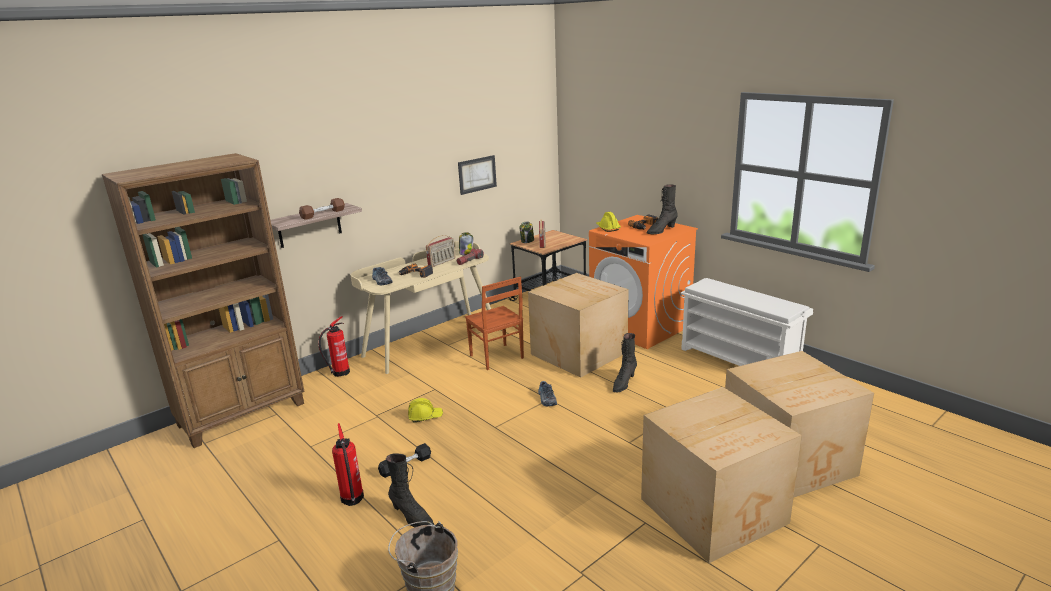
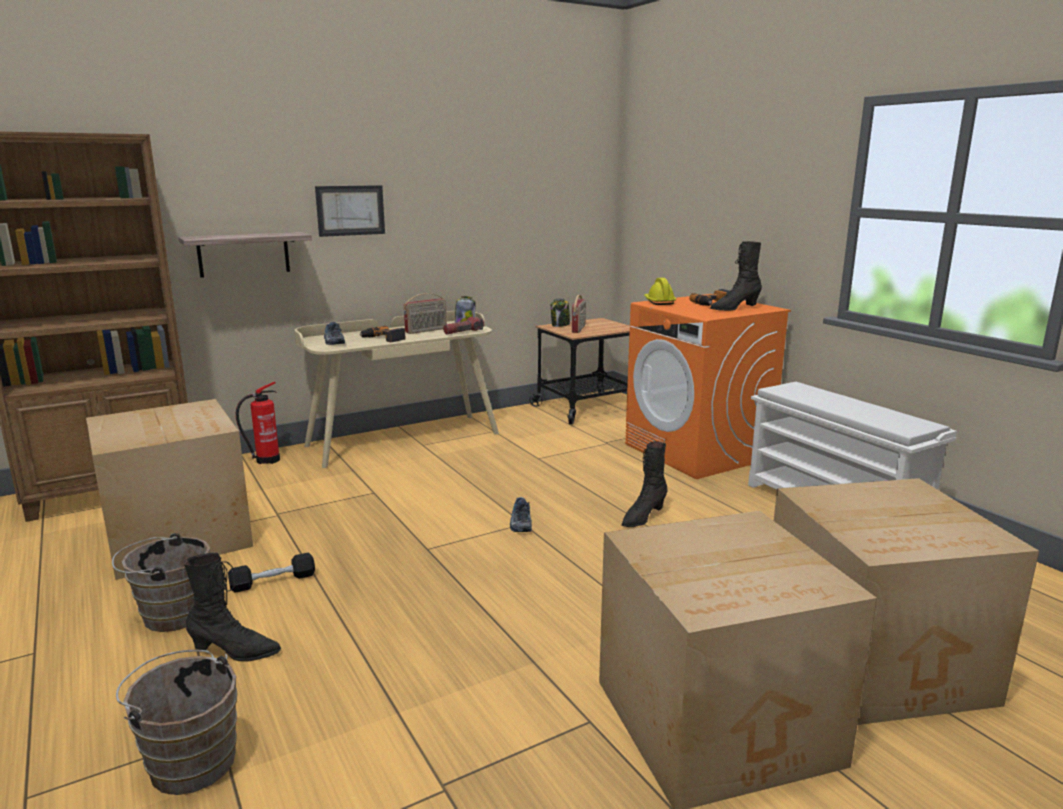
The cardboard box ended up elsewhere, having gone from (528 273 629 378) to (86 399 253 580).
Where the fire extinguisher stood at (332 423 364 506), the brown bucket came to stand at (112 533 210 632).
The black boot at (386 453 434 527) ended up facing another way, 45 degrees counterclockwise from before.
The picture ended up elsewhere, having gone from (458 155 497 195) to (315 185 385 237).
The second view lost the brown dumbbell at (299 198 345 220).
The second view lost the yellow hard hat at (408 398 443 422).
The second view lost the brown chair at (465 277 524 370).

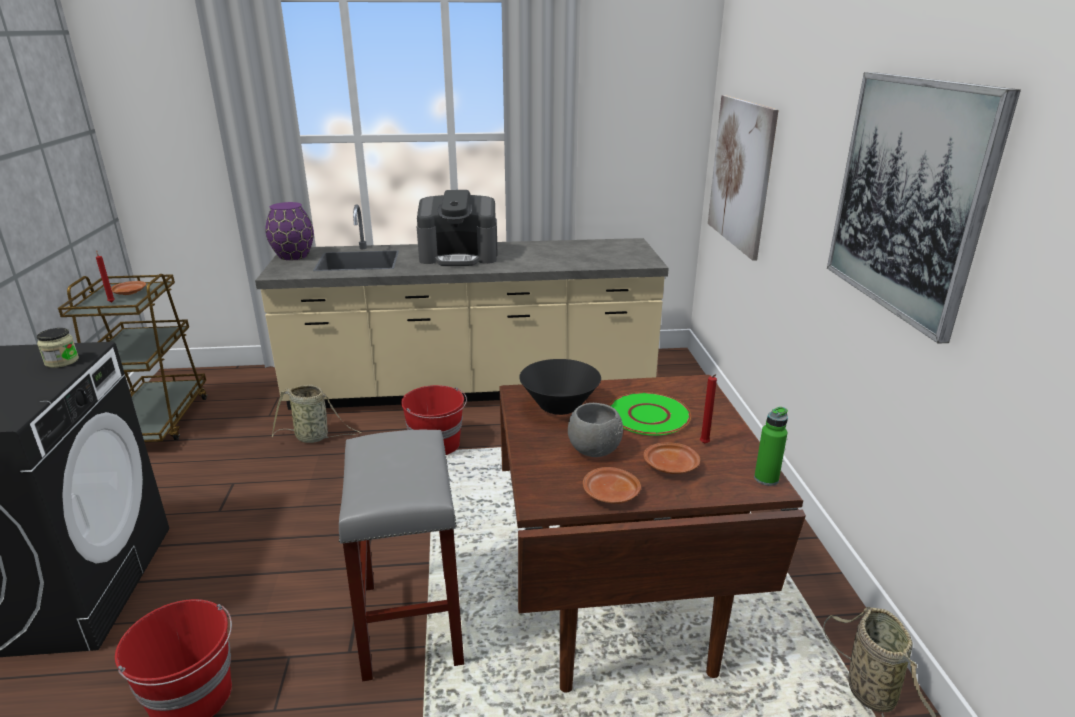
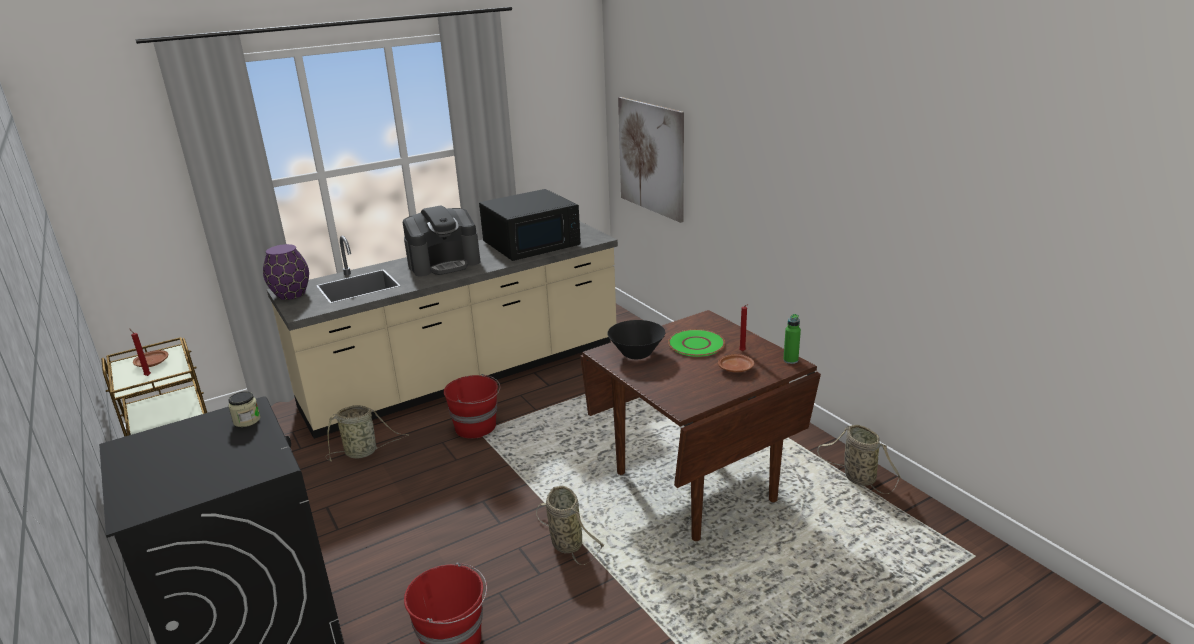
The second view gained the black microwave at (479 189 581 261).
Where the grey stool stood at (339 430 464 681), the basket came to stand at (536 486 604 565).
The second view lost the grey bowl at (568 403 623 457).
The second view lost the brown plate at (583 467 641 504).
The second view lost the picture at (827 72 1021 344).

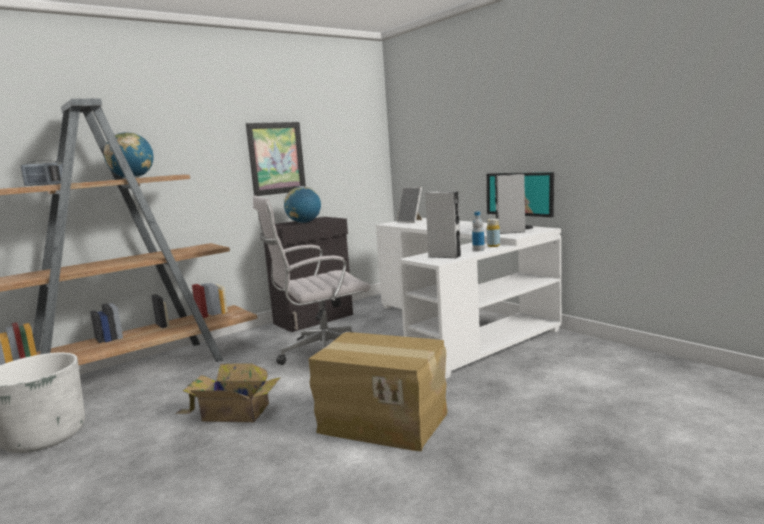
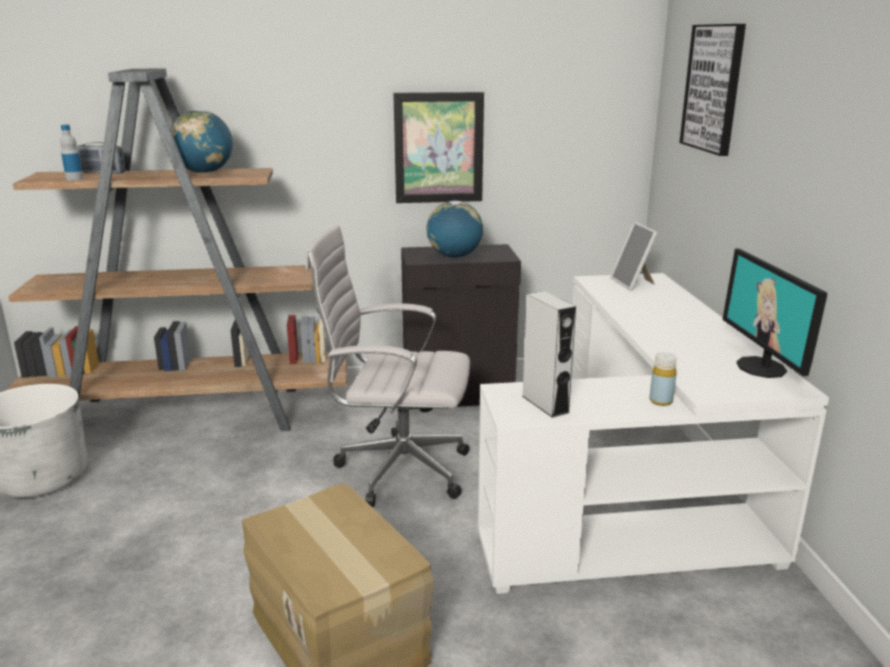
The bottle ended up elsewhere, having gone from (472 211 485 251) to (60 125 83 181).
The second view gained the picture at (679 24 746 156).
The second view lost the cardboard box at (176 363 281 422).
The second view lost the grey speaker at (495 174 525 234).

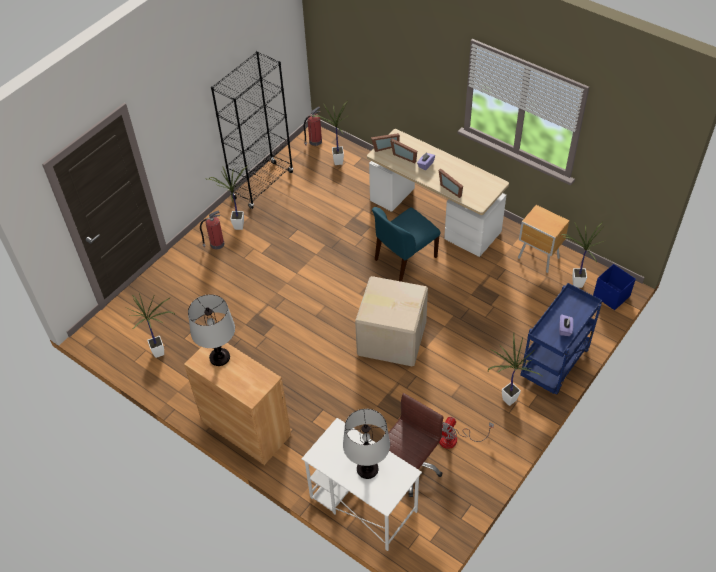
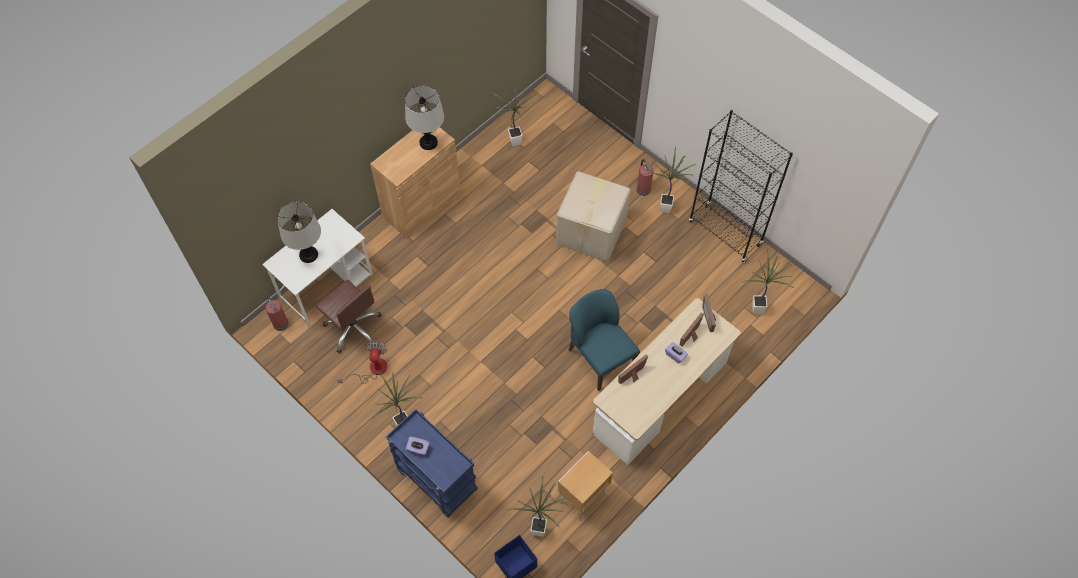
The fire extinguisher ended up elsewhere, having gone from (304 106 322 146) to (265 296 289 331).
The fan at (439 417 494 449) ended up facing another way, 60 degrees clockwise from before.
The cardboard box ended up elsewhere, having gone from (355 276 428 366) to (556 171 630 261).

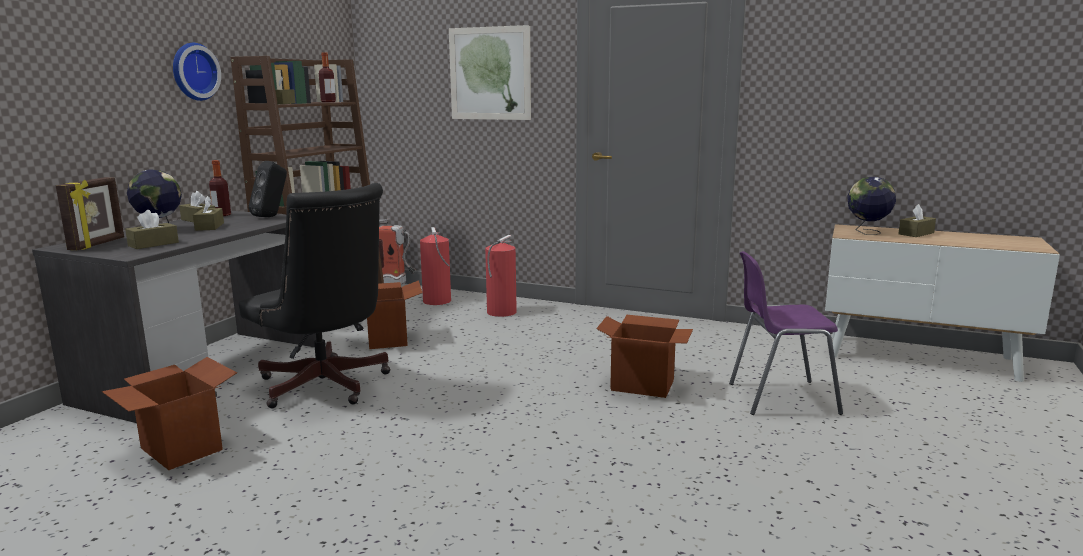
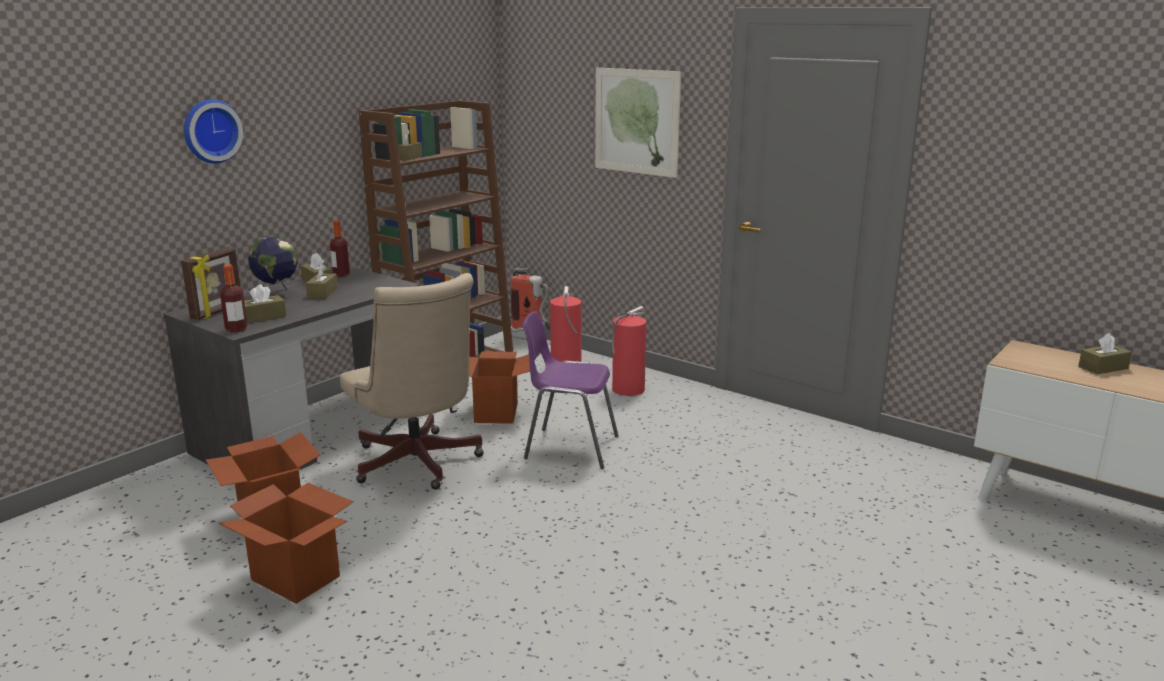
The wall clock ended up elsewhere, having gone from (173 43 221 101) to (184 99 243 163).
The cardboard box ended up elsewhere, having gone from (596 315 693 398) to (219 483 354 604).
The bottle ended up elsewhere, having gone from (319 52 336 102) to (220 264 248 332).
What was the black office chair at (239 183 391 408) turned into the beige office chair at (340 273 484 490).
The purple chair ended up elsewhere, having gone from (729 251 843 415) to (522 311 619 469).
The second view lost the black speaker at (249 161 287 217).
The second view lost the globe at (847 177 896 235).

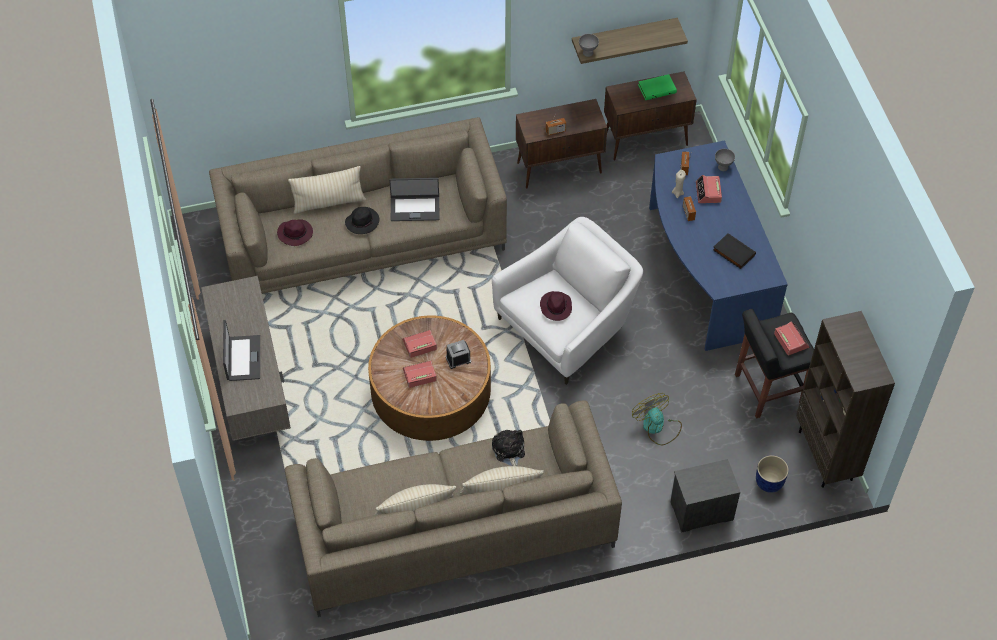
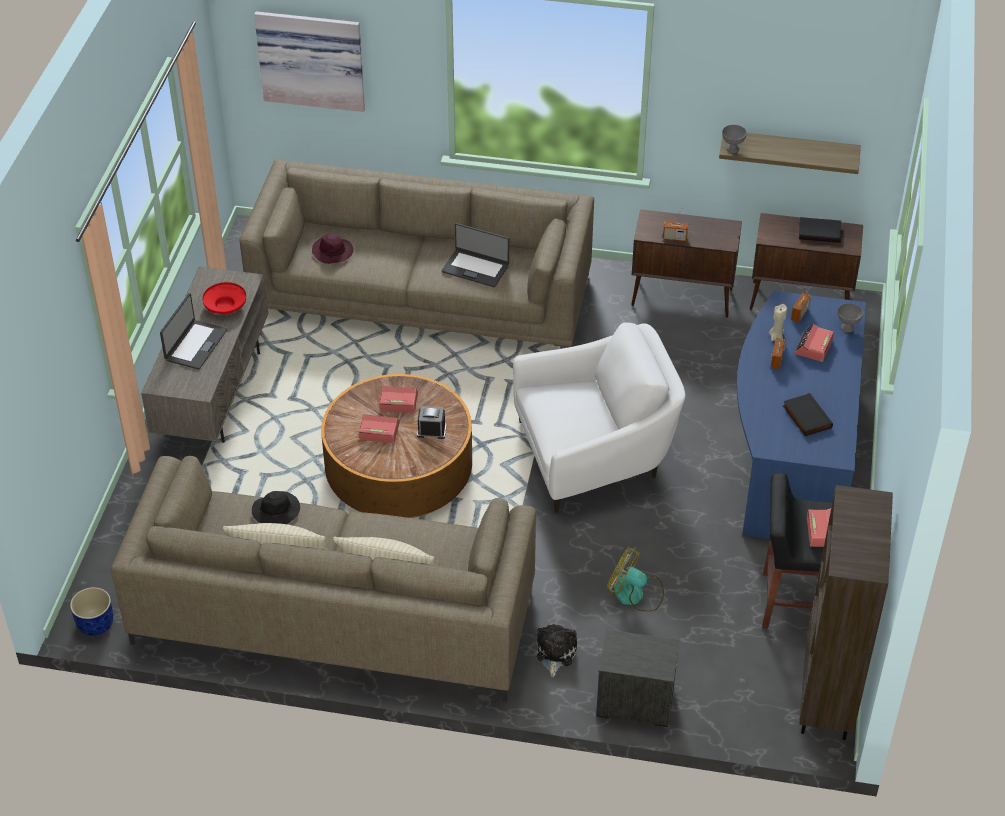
The blue planter ended up elsewhere, having gone from (756 455 789 493) to (70 587 113 636).
The second view gained the red bowl at (202 282 246 315).
The black hat ended up elsewhere, having gone from (345 207 380 234) to (252 491 300 524).
The second view gained the picture at (254 11 365 112).
The plush toy ended up elsewhere, having gone from (492 430 525 466) to (536 624 577 677).
The fan at (632 393 682 445) ended up facing another way, 60 degrees counterclockwise from before.
What was the green book at (638 74 677 100) turned into the black book at (799 217 841 243).
The second view lost the beige pillow at (288 166 366 214).
The second view lost the purple hat at (540 291 572 321).

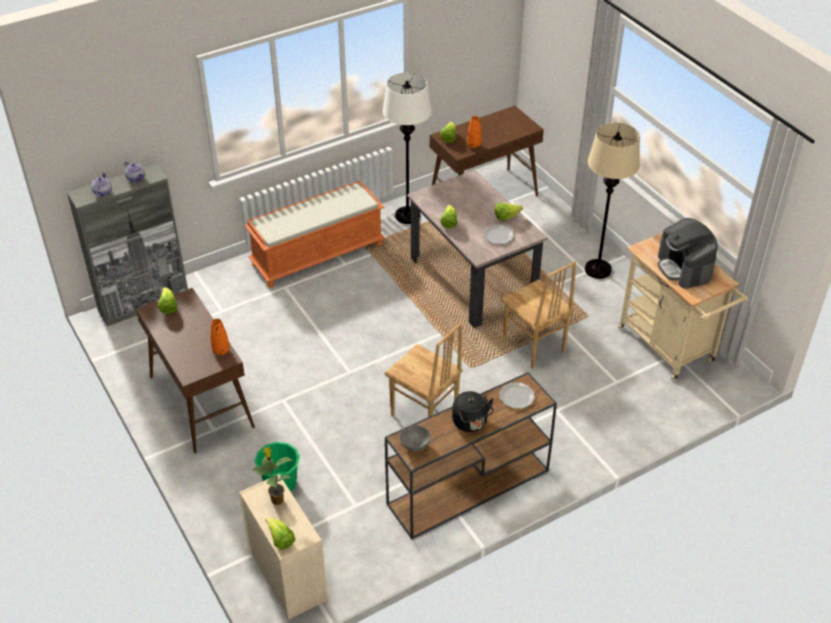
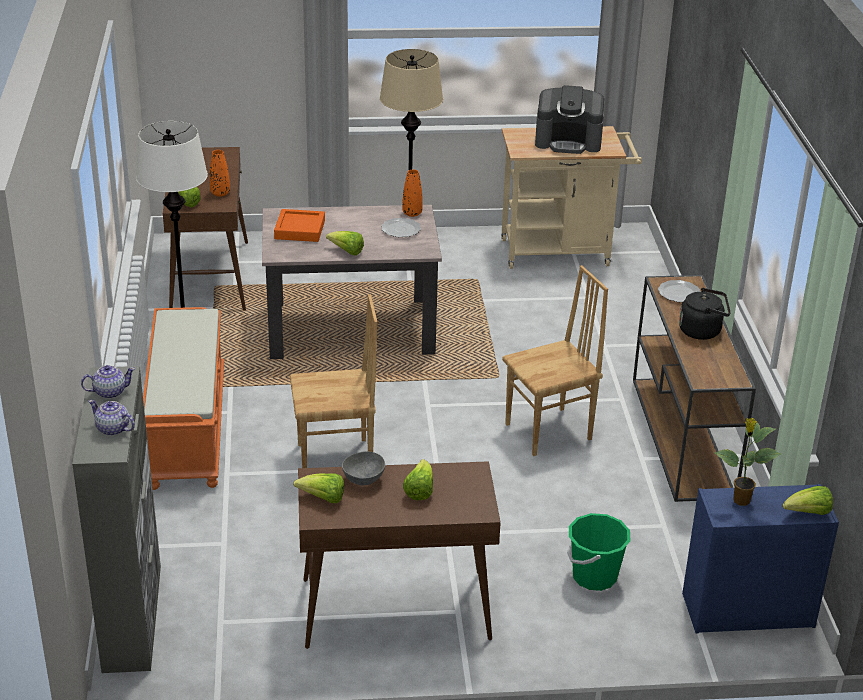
The second view gained the orange tray at (274 209 325 242).
The brown chair ended up elsewhere, having gone from (501 262 576 369) to (290 294 377 468).
The grey bowl ended up elsewhere, having gone from (400 425 431 451) to (342 451 385 486).
The orange vase ended up elsewhere, having gone from (210 319 230 355) to (402 170 423 217).
The lettuce ended up elsewhere, having gone from (495 203 523 221) to (403 459 433 500).
What was the beige dresser at (239 474 328 620) turned into the blue dresser at (682 484 839 634).

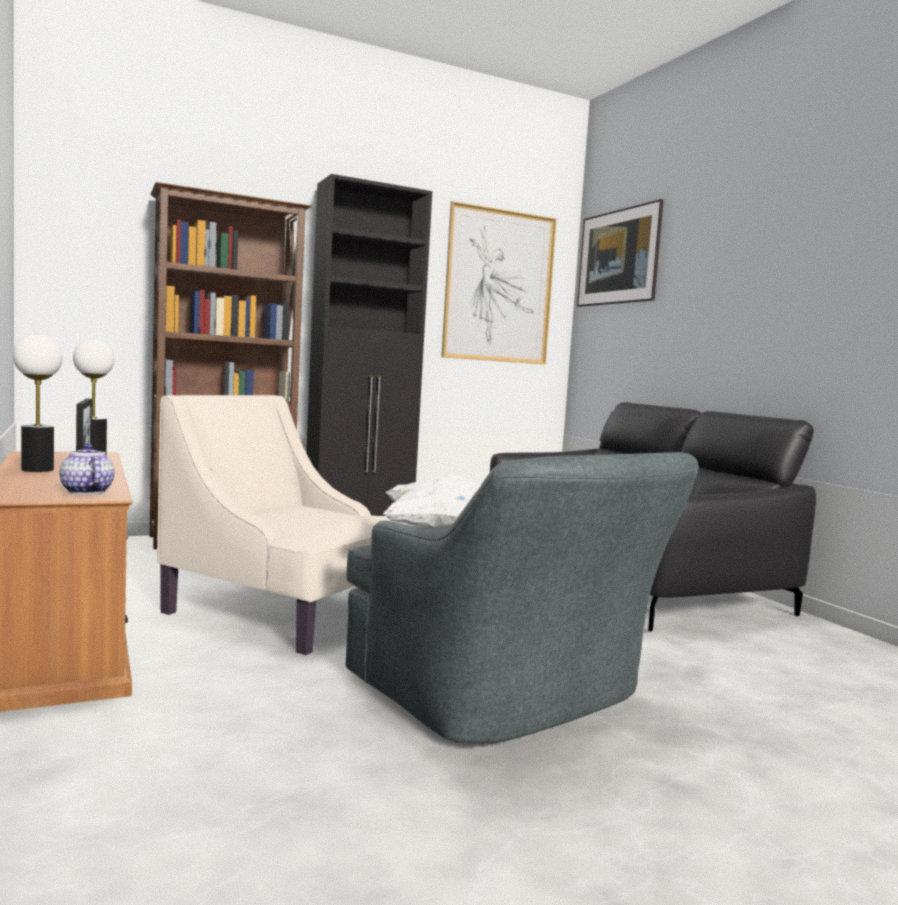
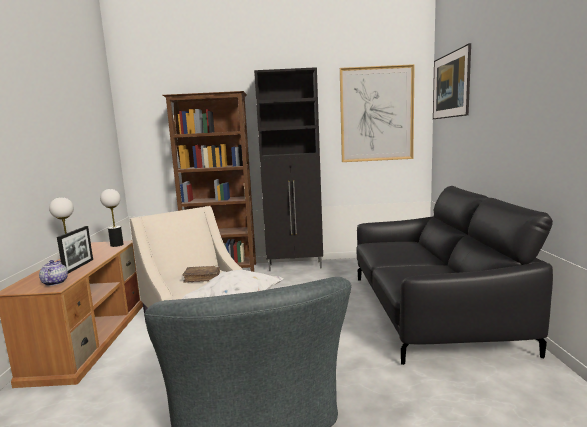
The second view gained the brown book at (182 266 220 283).

